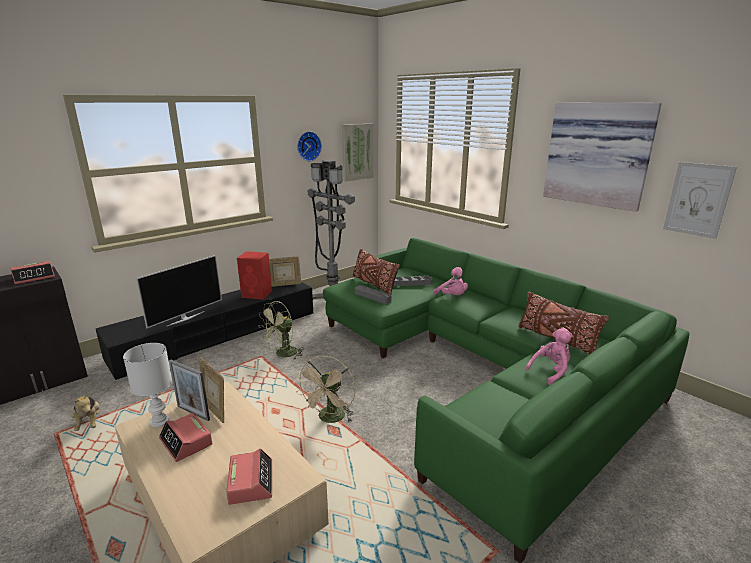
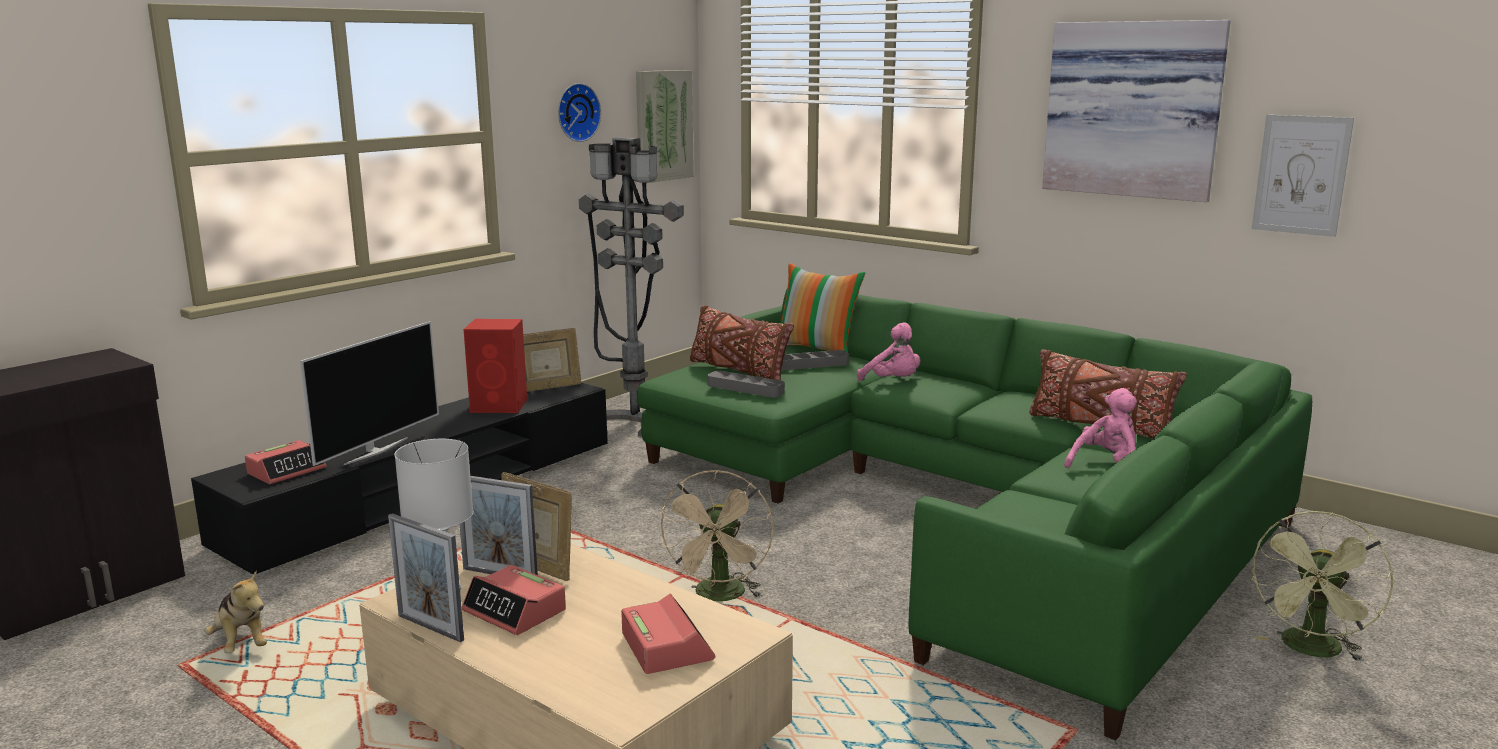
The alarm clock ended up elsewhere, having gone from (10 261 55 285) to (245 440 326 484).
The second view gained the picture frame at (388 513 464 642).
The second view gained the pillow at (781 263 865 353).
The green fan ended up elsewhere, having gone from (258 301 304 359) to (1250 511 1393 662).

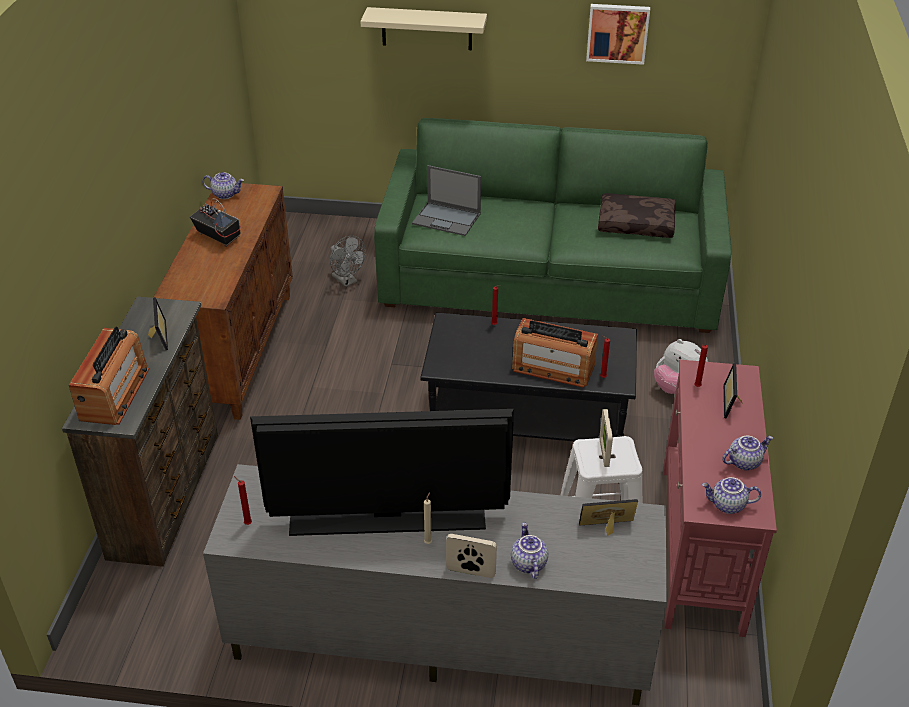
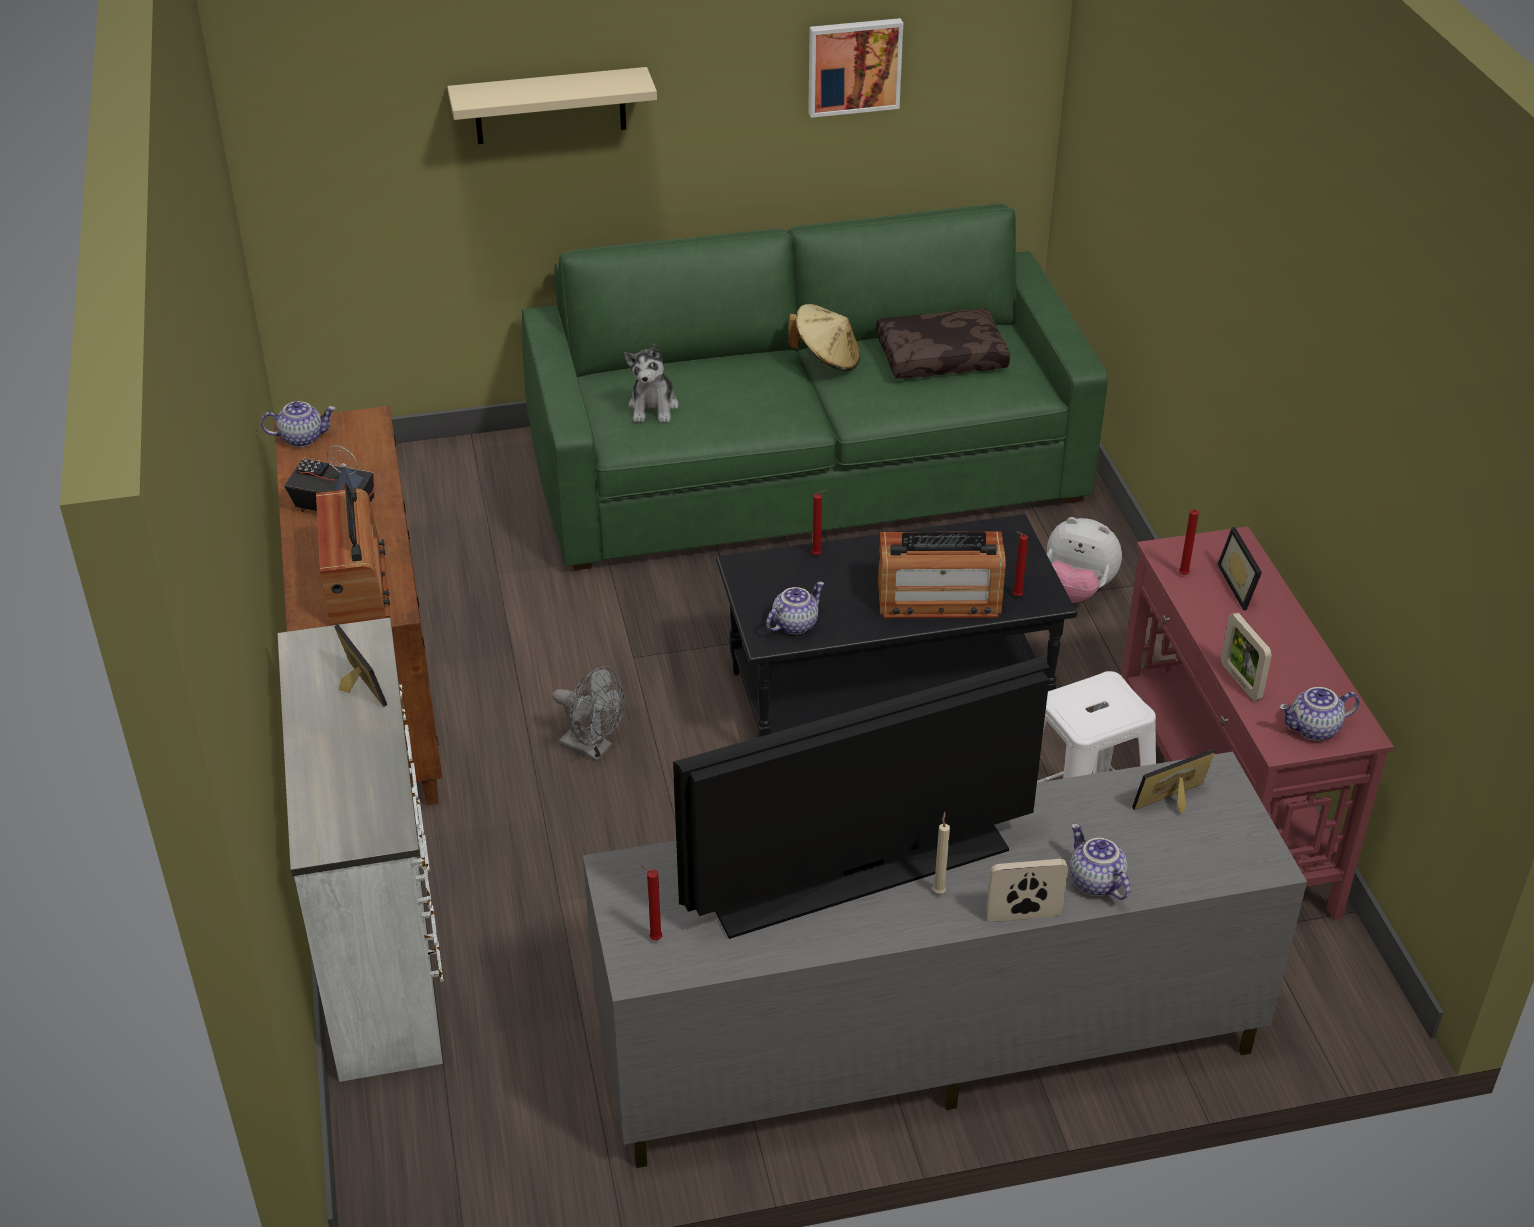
What was the brown dresser at (62 297 218 567) turned into the white dresser at (277 618 444 1082).
The radio ended up elsewhere, having gone from (69 326 149 425) to (316 483 390 626).
The grey fan ended up elsewhere, having gone from (330 236 366 287) to (552 666 625 761).
Where the laptop stood at (412 165 481 236), the plush toy came to stand at (624 344 679 423).
The teapot ended up elsewhere, having gone from (722 436 773 470) to (766 582 824 635).
The second view gained the beige hat at (788 304 860 371).
The picture frame ended up elsewhere, having gone from (599 409 613 467) to (1221 612 1272 701).

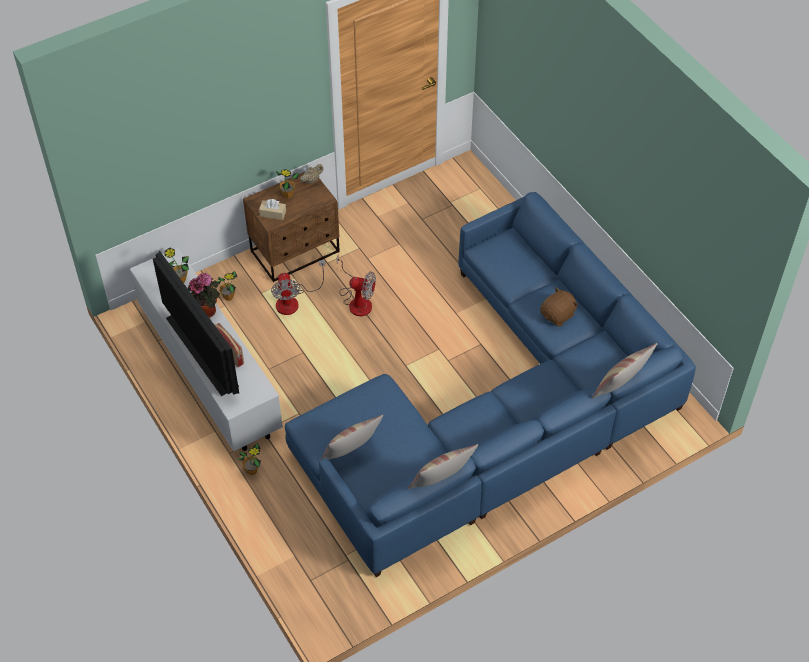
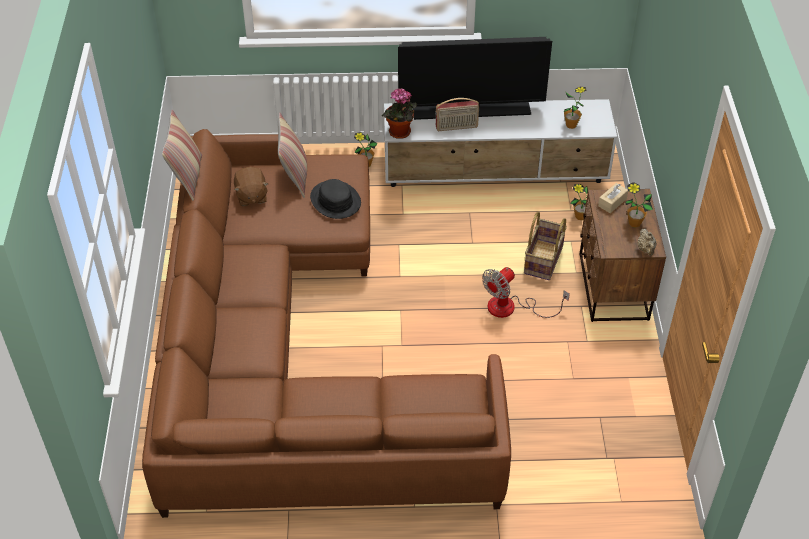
What was the blue sofa at (285 192 696 577) turned into the brown sofa at (142 129 511 518).
The brown plush toy ended up elsewhere, having gone from (540 287 578 327) to (234 167 268 206).
The second view gained the black hat at (310 179 361 219).
The potted plant ended up elsewhere, having gone from (188 273 220 318) to (381 88 417 139).
Where the fan stood at (271 260 325 315), the basket came to stand at (524 211 567 280).
The second view lost the pillow at (591 343 658 399).

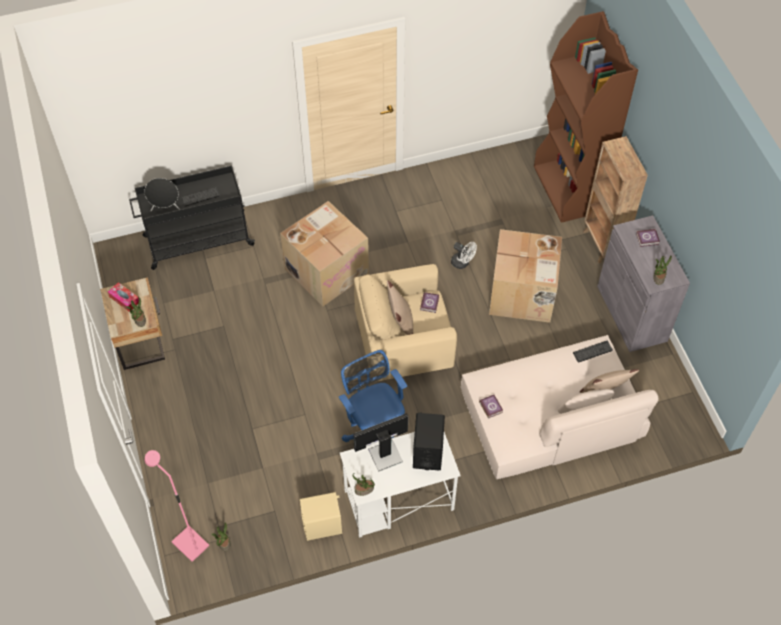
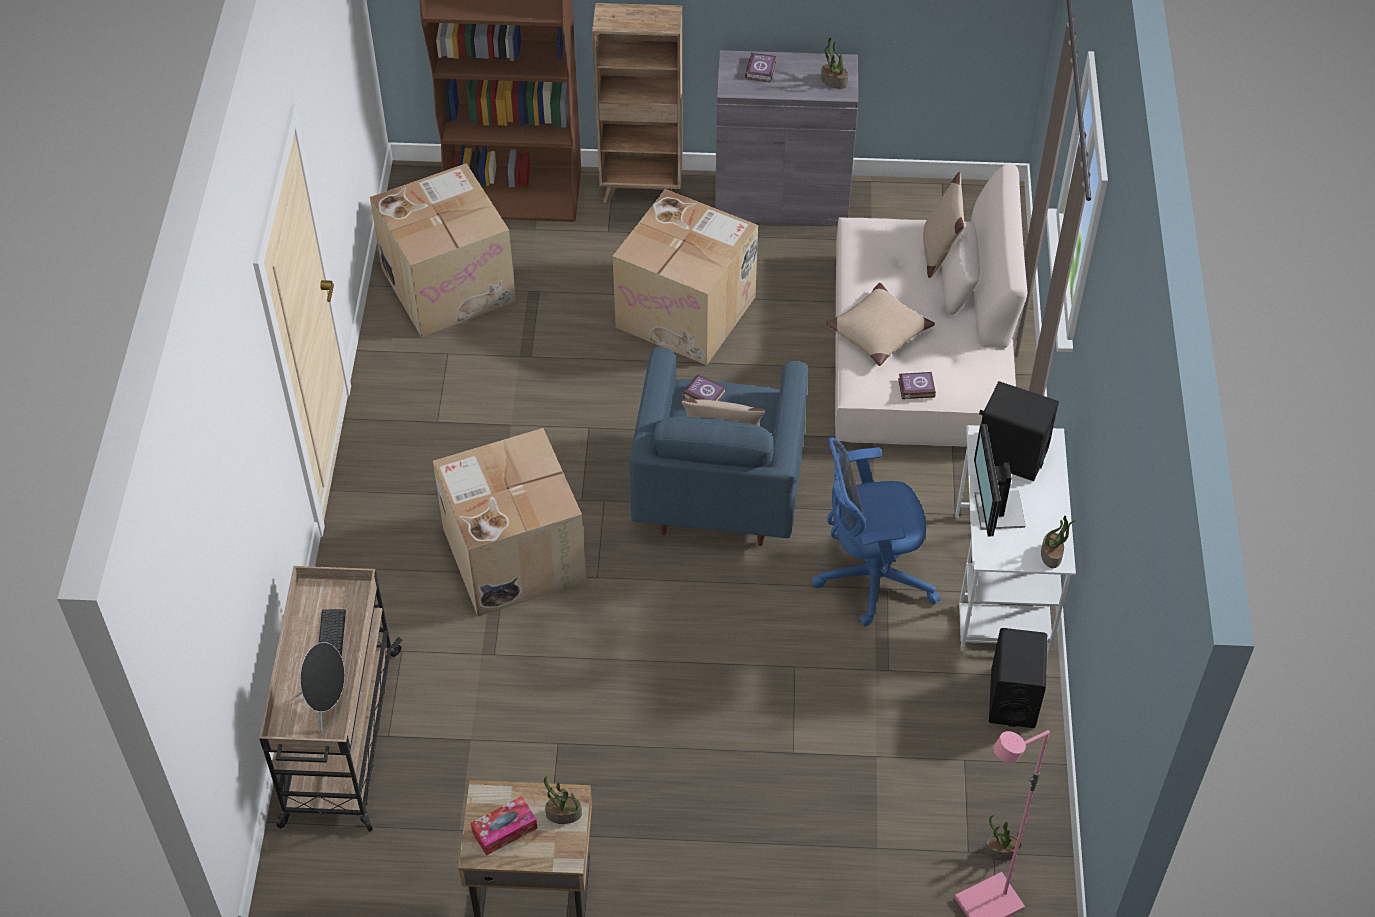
What was the black cart at (129 165 255 270) turned into the beige cart at (259 566 403 832).
The second view gained the cardboard box at (370 163 516 337).
What was the beige armchair at (354 264 457 381) turned into the blue armchair at (629 347 808 546).
The second view gained the beige pillow at (827 283 935 366).
What was the beige speaker at (300 492 342 541) turned into the black speaker at (989 628 1047 728).
The second view lost the white fan at (451 242 477 269).
The second view lost the keyboard at (573 341 613 363).

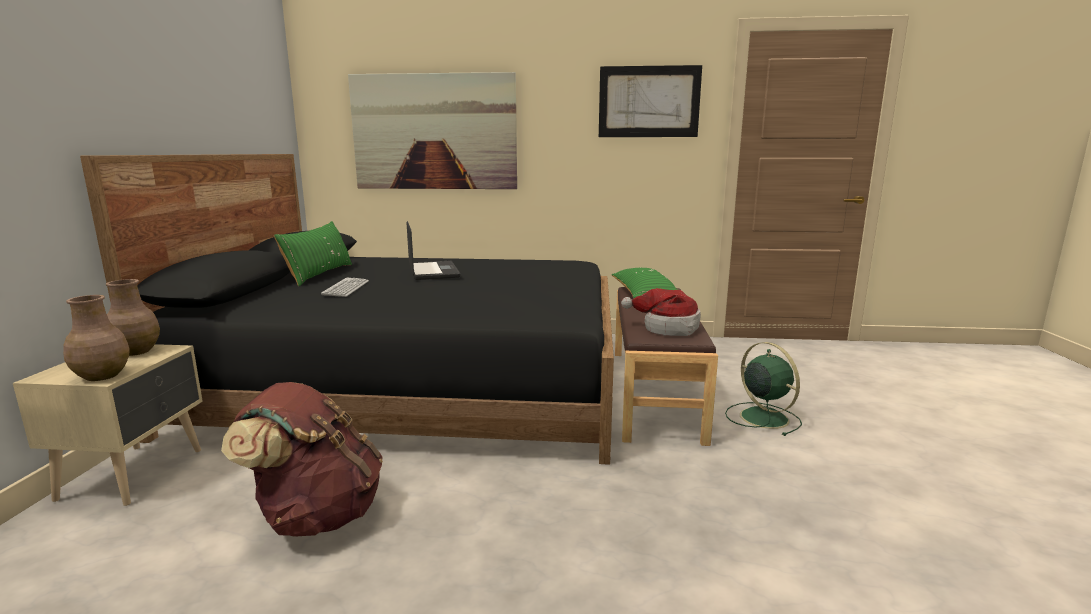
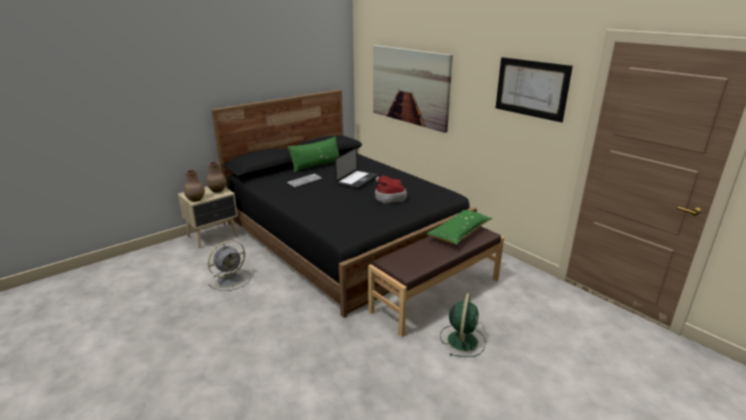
Where the brown backpack stood at (221 382 383 537), the grey fan came to stand at (208 240 251 291).
The hat ended up elsewhere, having gone from (621 288 701 336) to (375 176 407 203).

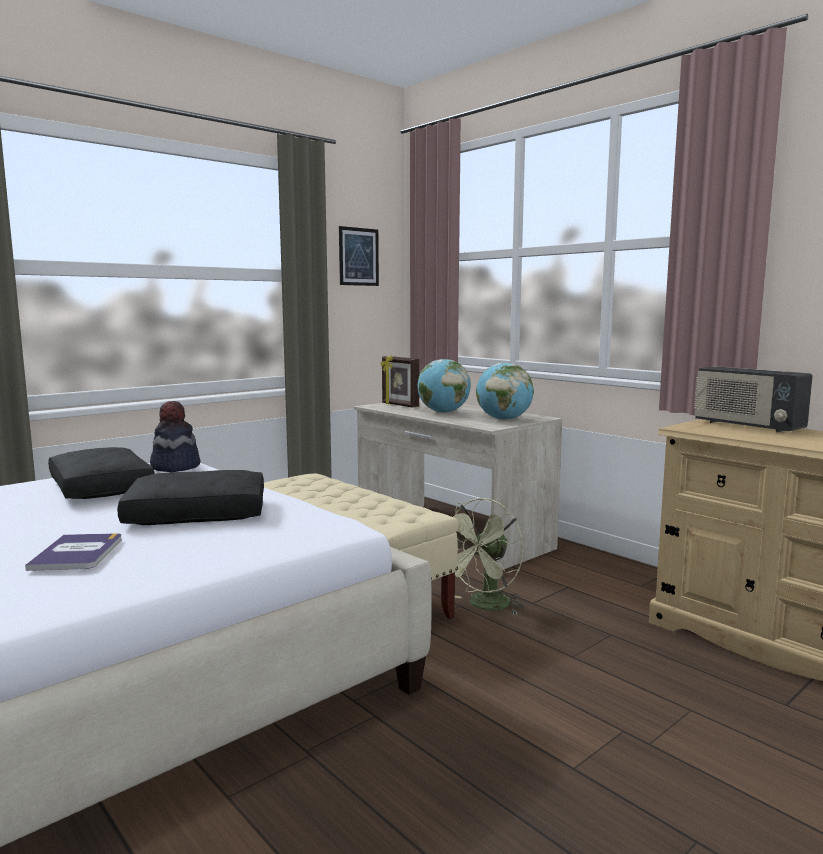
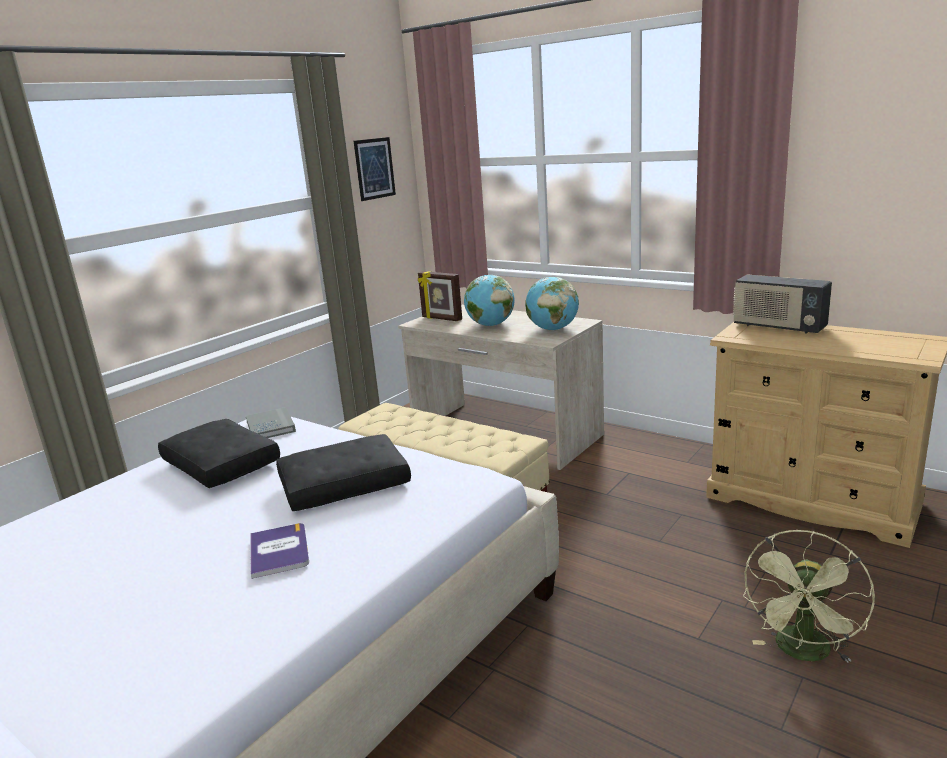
Where the hat stood at (150 401 201 472), the grey book came to stand at (246 407 296 438).
The green fan ended up elsewhere, having gone from (453 498 525 614) to (743 530 875 663).

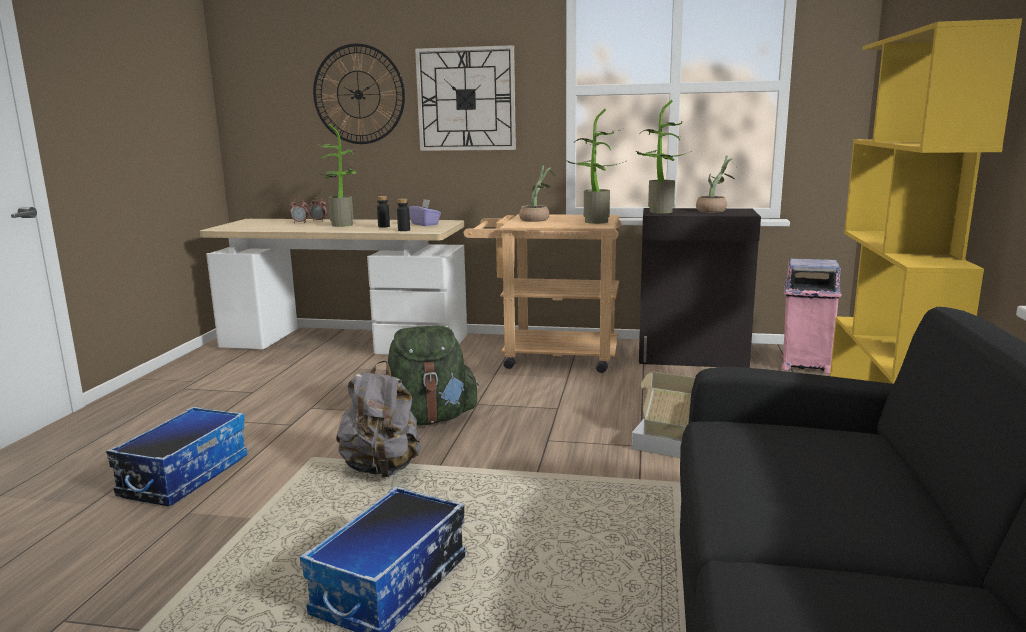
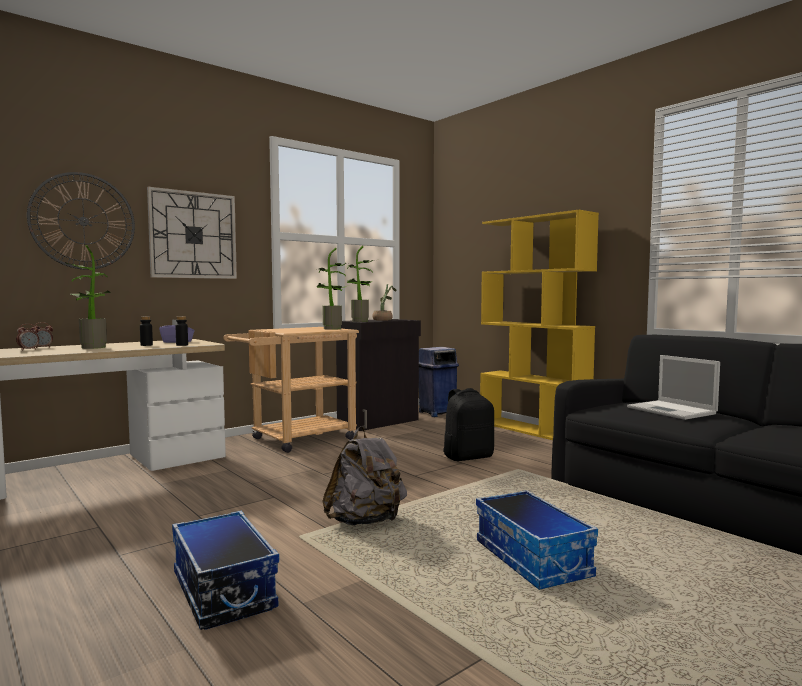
What was the pink trash can at (782 258 841 374) turned into the blue trash can at (419 347 459 417).
Where the cardboard box stood at (631 372 695 458), the black backpack came to stand at (443 388 494 461).
The second view gained the laptop at (627 355 720 420).
The second view lost the green backpack at (384 326 479 425).
The second view lost the potted plant at (519 165 556 222).

